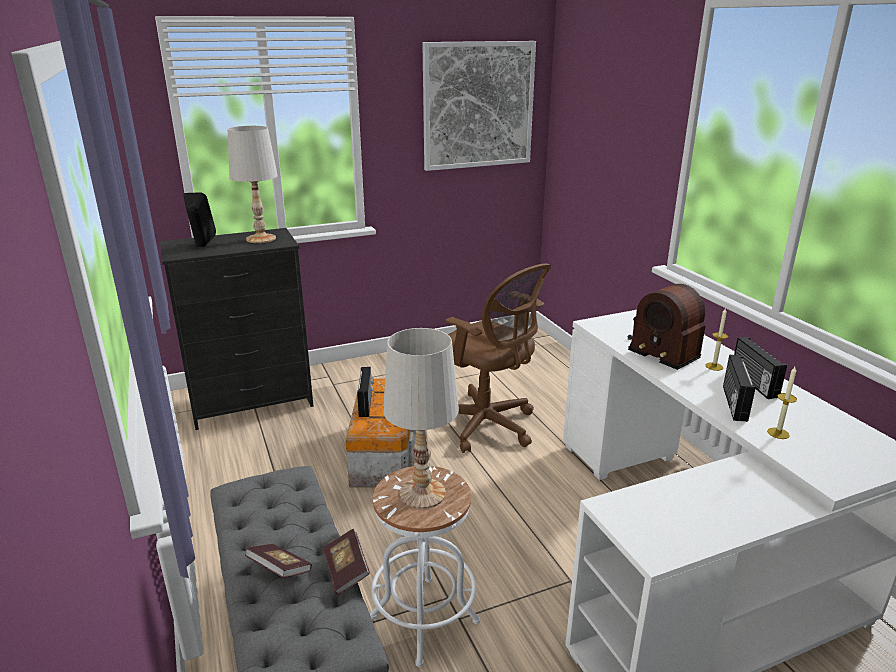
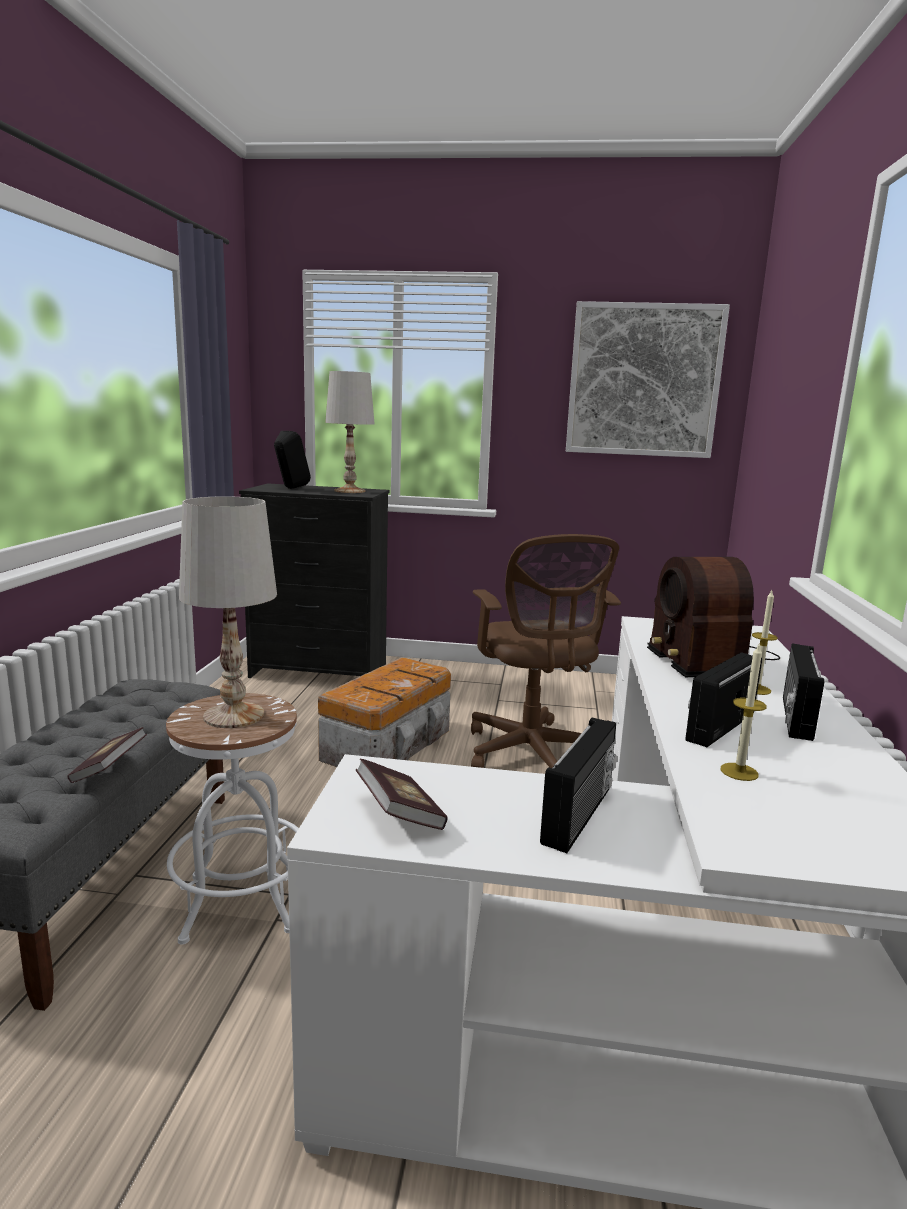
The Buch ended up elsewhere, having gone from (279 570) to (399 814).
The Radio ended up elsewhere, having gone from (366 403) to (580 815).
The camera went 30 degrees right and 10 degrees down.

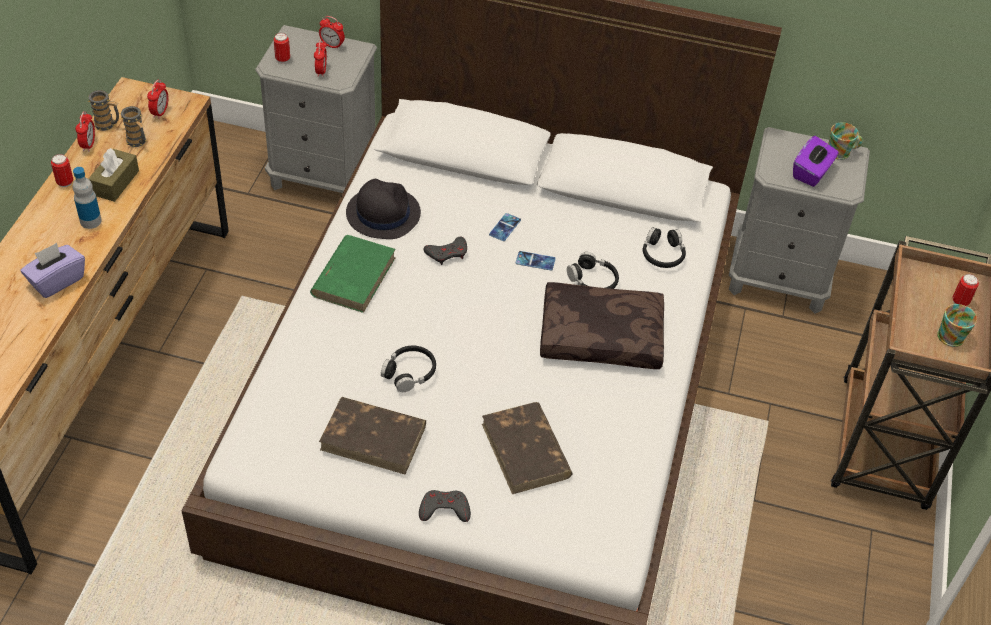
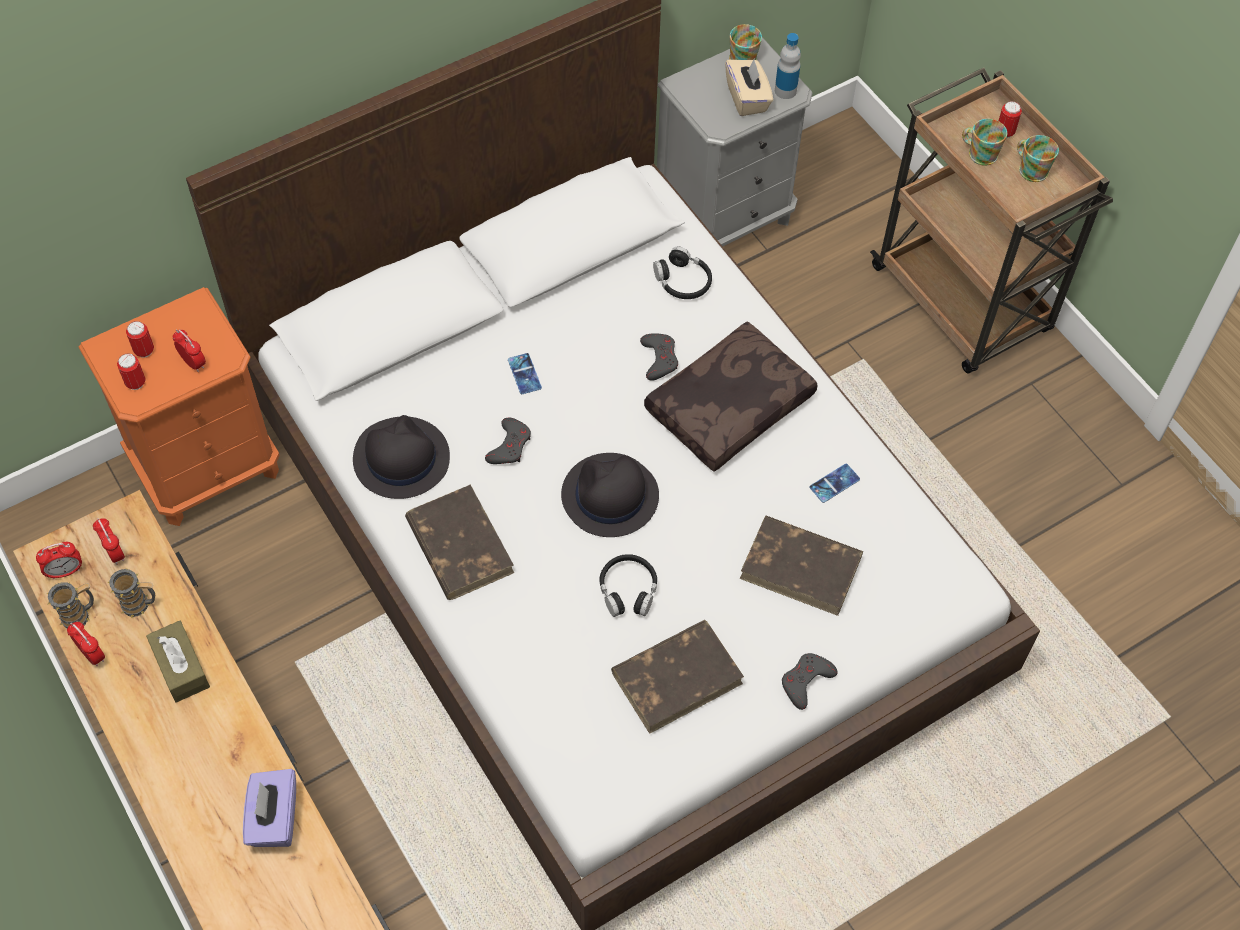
The second view gained the Hut/schwarz at (609 496).
The second view gained the Henkelbecher at (979 153).
The Dose ended up elsewhere, having gone from (65 182) to (144 351).
The Flasche ended up elsewhere, having gone from (90 221) to (785 90).
The Wecker ended up elsewhere, having gone from (332 45) to (65 571).
The Handy ended up elsewhere, having gone from (535 261) to (834 483).
Where the Kopfhörer/schwarz stood at (593 280), the Gamepad/grau came to stand at (659 359).
What was the Nachttisch/grau at (323 176) turned into the Nachttisch/orange at (207 467).
What was the Buch/grün at (354 276) turned into the Buch/braun at (459 545).
What was the Taschentuchbox/lila at (811 173) turned into the Taschentuchbox/beige at (747 98).
The camera went 45 degrees left and 10 degrees up.

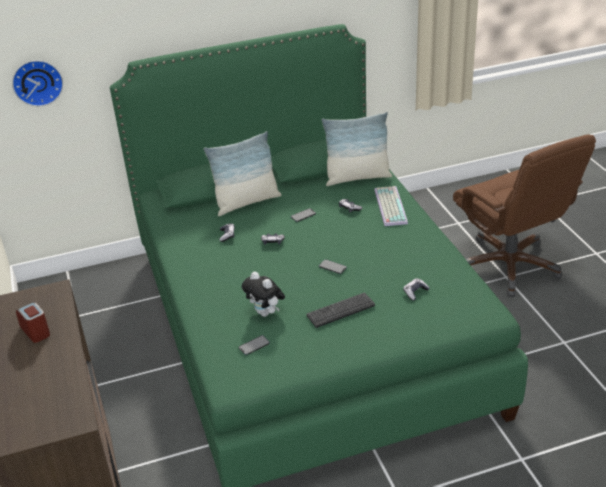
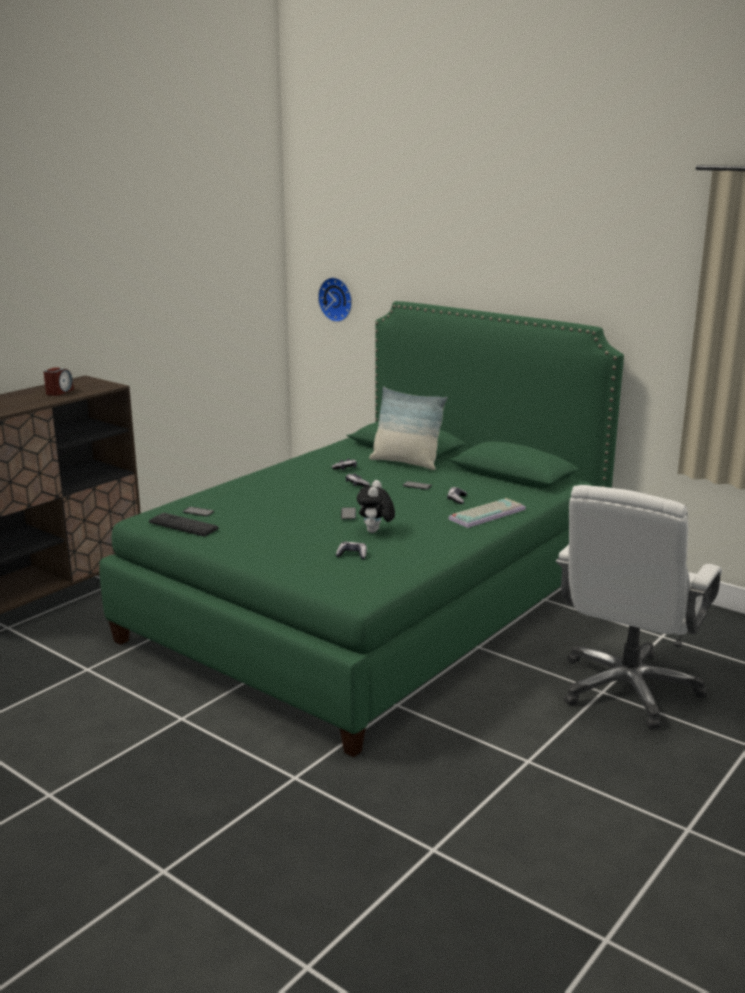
The second view lost the Kissen at (357 177).
The Plüschtier ended up elsewhere, having gone from (266 313) to (375 532).
The Tastatur ended up elsewhere, having gone from (340 310) to (183 525).
What was the Bürostuhl/braun at (510 265) turned into the Bürostuhl/weiß at (628 689).
The camera went 55 degrees right and 15 degrees down.

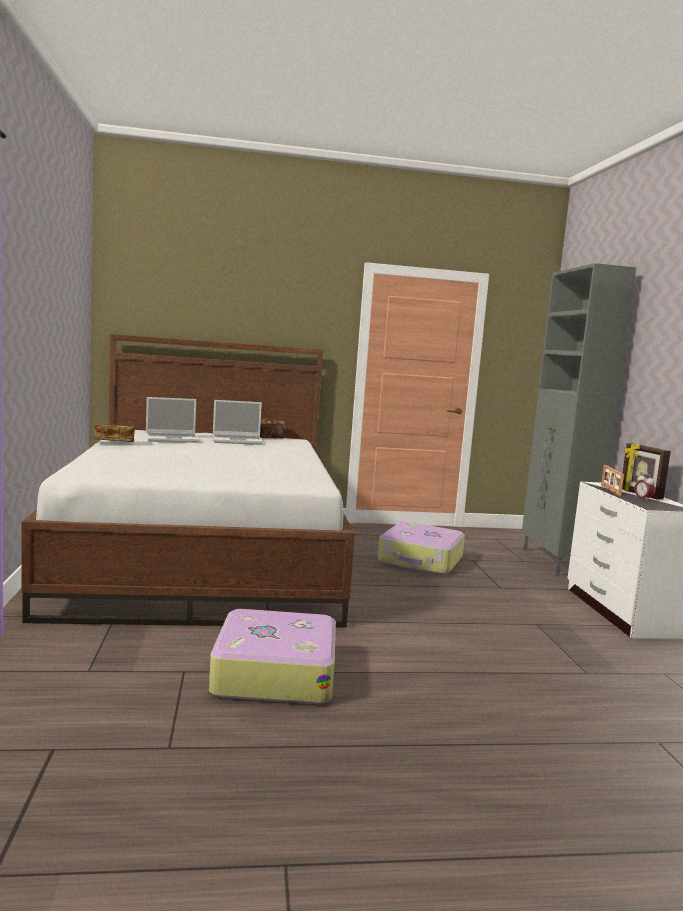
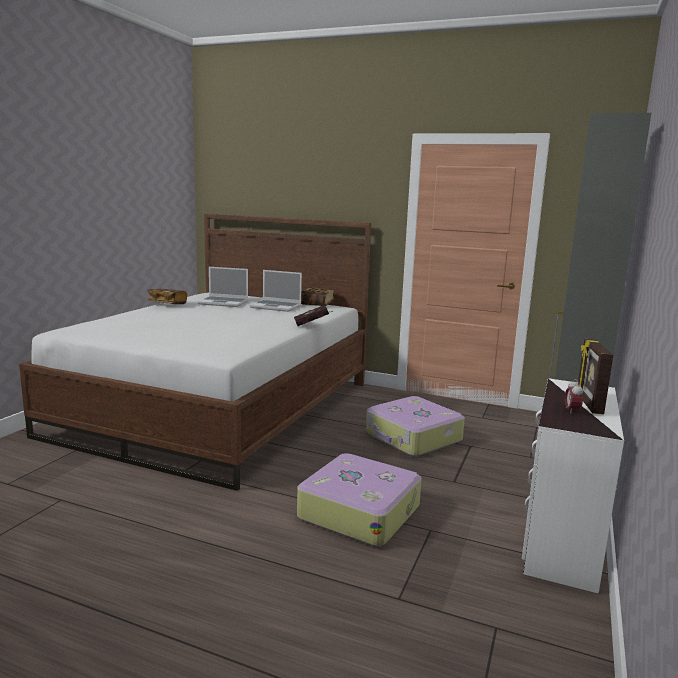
The second view lost the Bilderrahmen at (609 490).
The second view gained the Buch/rot at (312 325).
The Koffer ended up elsewhere, having gone from (274 673) to (359 511).
The camera went 30 degrees right and 5 degrees up.

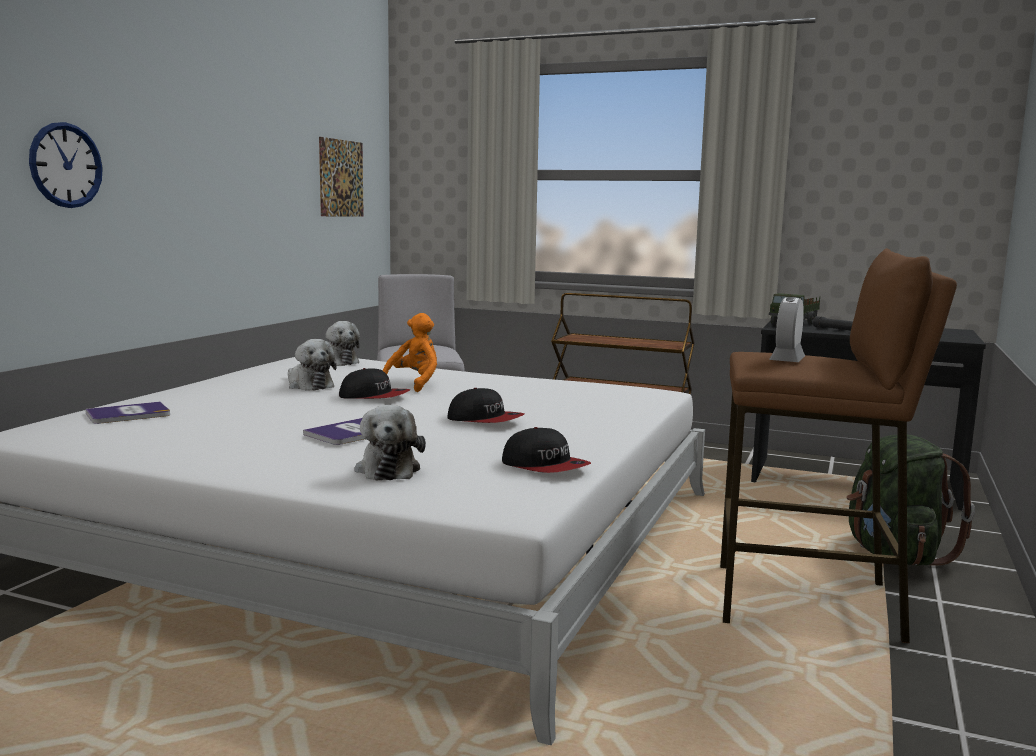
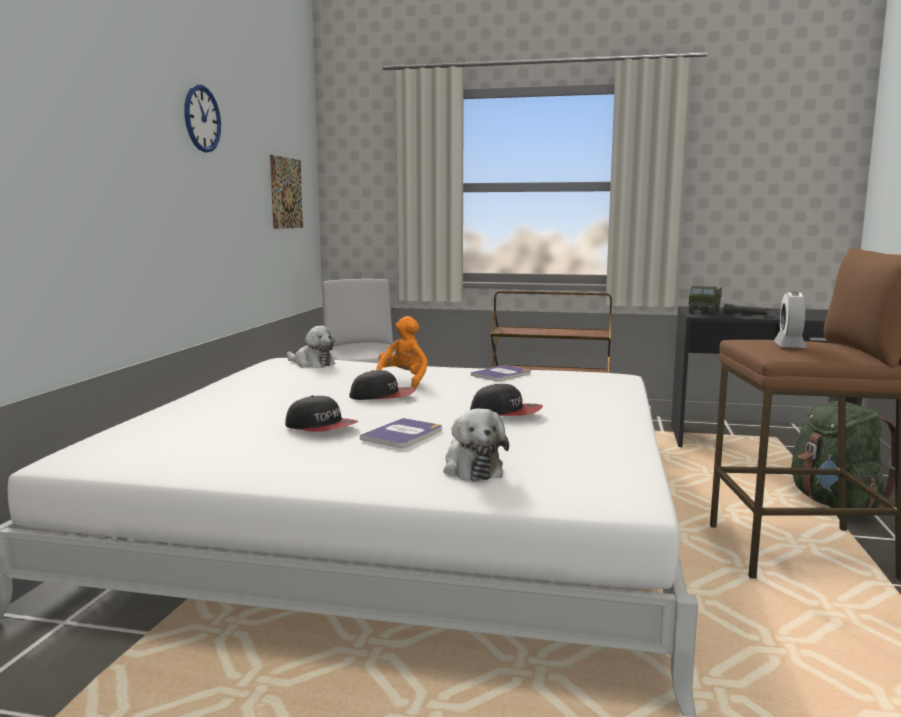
The second view lost the Plüschtier at (309 385).
The Wanduhr ended up elsewhere, having gone from (66 165) to (202 118).
The Buch ended up elsewhere, having gone from (128 414) to (501 374).
The Kappe ended up elsewhere, having gone from (545 466) to (321 427).
The camera went 10 degrees left and 0 degrees up.

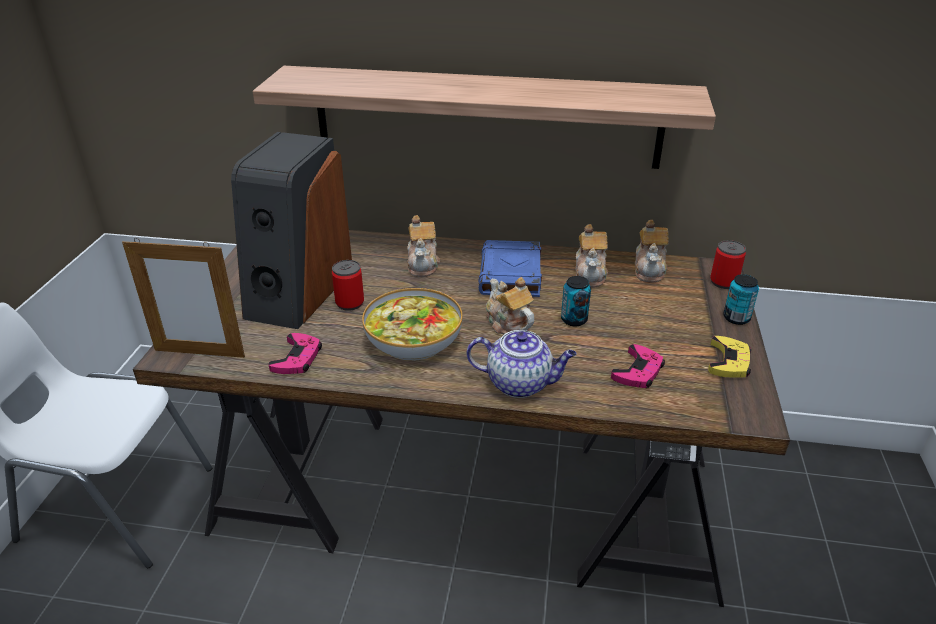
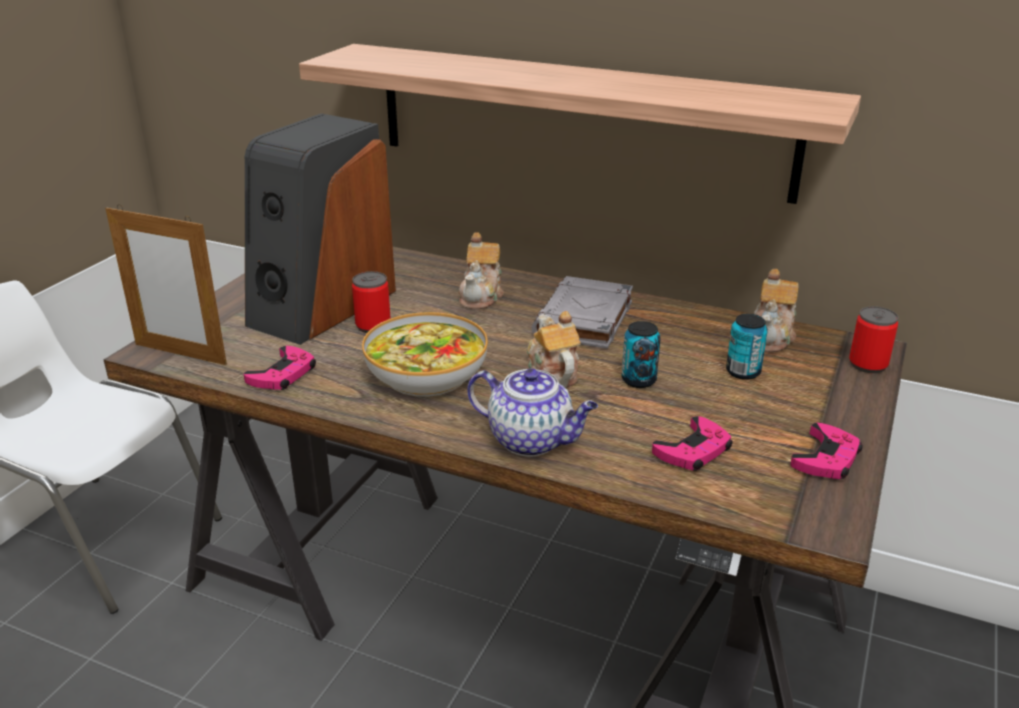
The second view lost the Teekanne at (590 274).
The Dose ended up elsewhere, having gone from (736 318) to (743 372).
What was the Buch/blau at (511 274) turned into the Buch/grau at (584 320).
What was the Gamepad/gelb at (729 362) turned into the Gamepad/rosa at (826 458).
The camera went 15 degrees right and 5 degrees down.

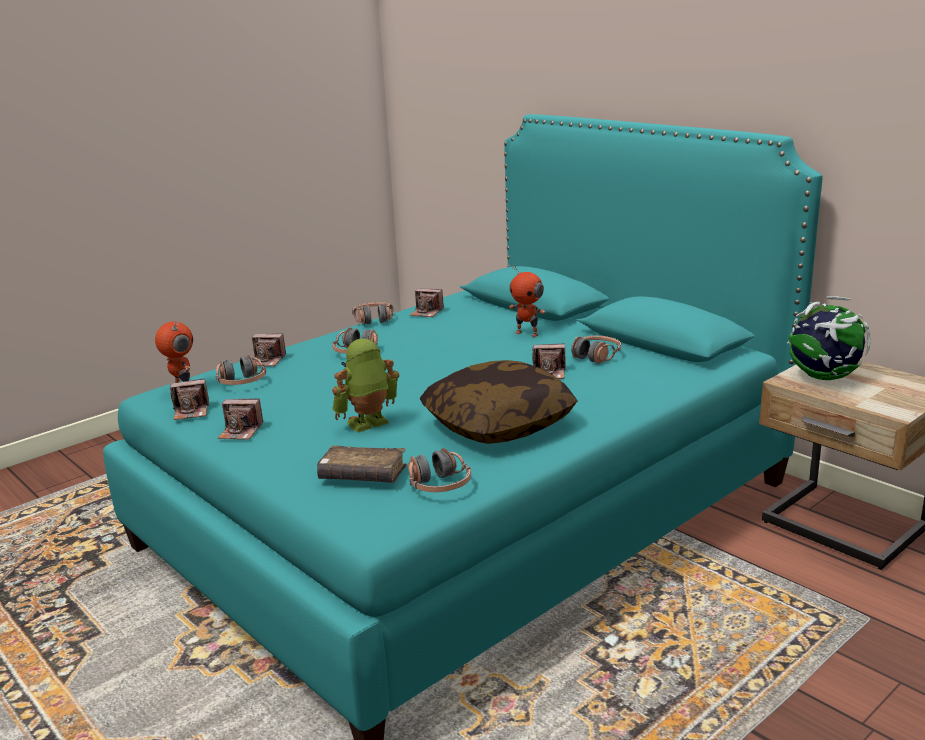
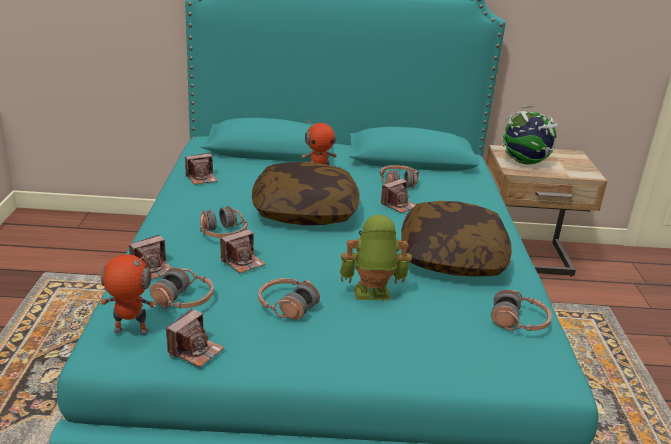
The second view lost the Buch/braun at (362 475).
The second view gained the Kissen at (305 211).
The Kamera ended up elsewhere, having gone from (240 432) to (243 262).
The Kopfhörer ended up elsewhere, having gone from (373 319) to (287 306).
The Spielzeugroboter at (368 424) ended up facing another way, 75 degrees clockwise from before.
The camera went 50 degrees left and 5 degrees up.

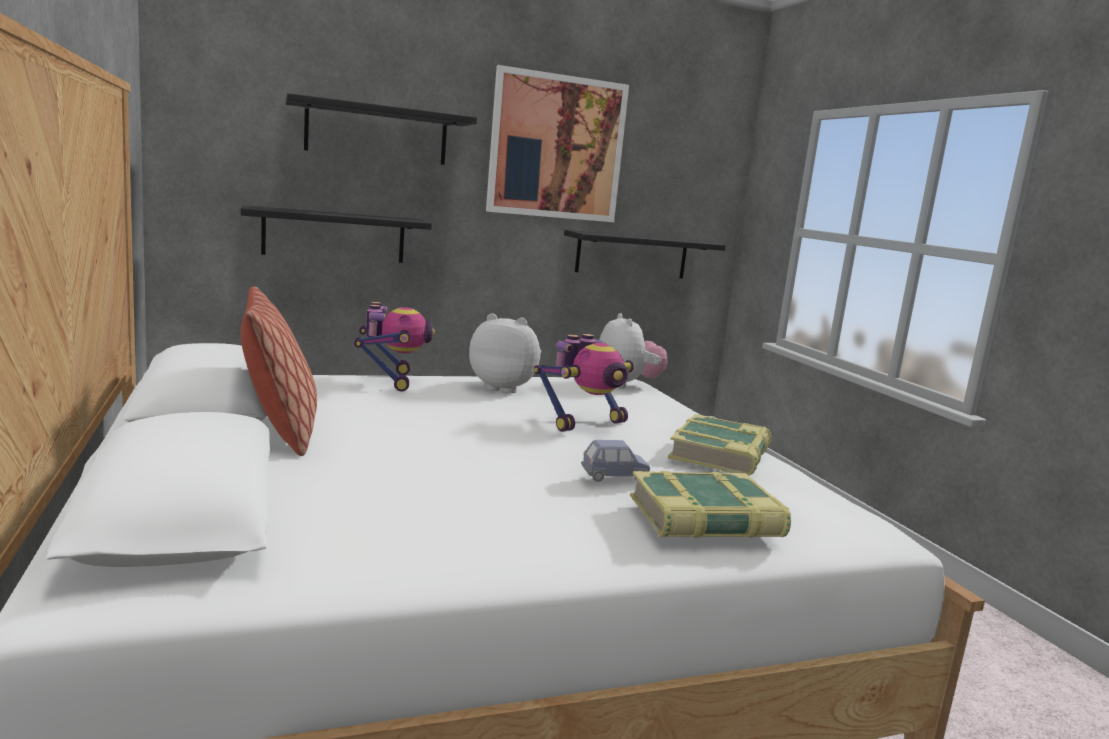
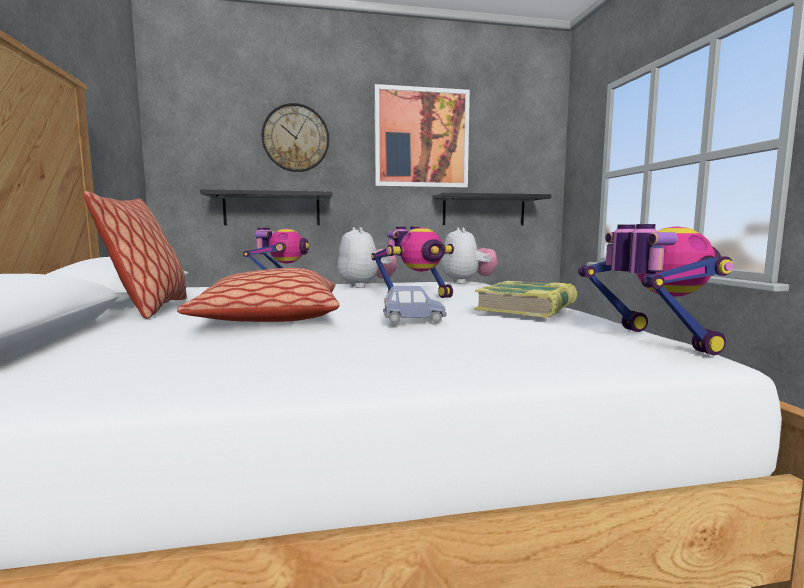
The second view lost the Buch at (705 519).
The second view gained the Kissen at (269 318).
The second view gained the Spielzeugroboter at (652 341).
Where the Wandregal/schwarz hung at (377 133), the Wanduhr came to hang at (295 138).
The Plüschtier at (504 388) ended up facing another way, 45 degrees clockwise from before.
The camera went 10 degrees right and 5 degrees down.

